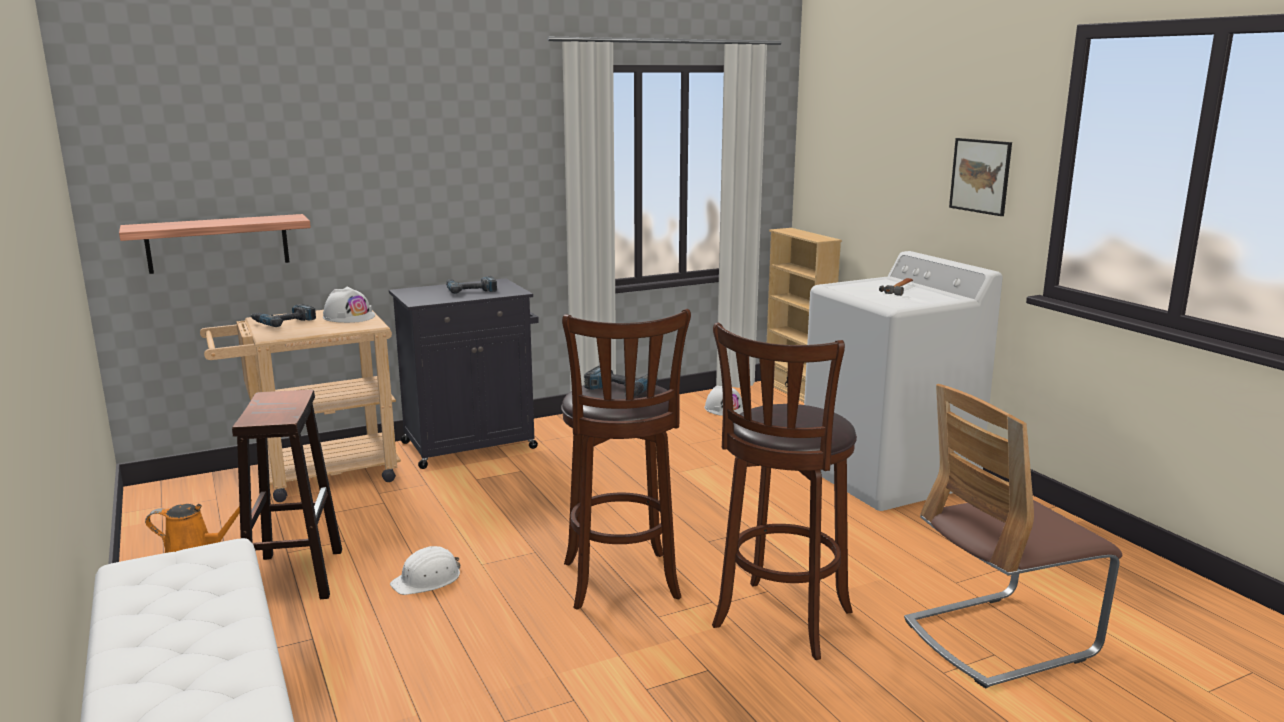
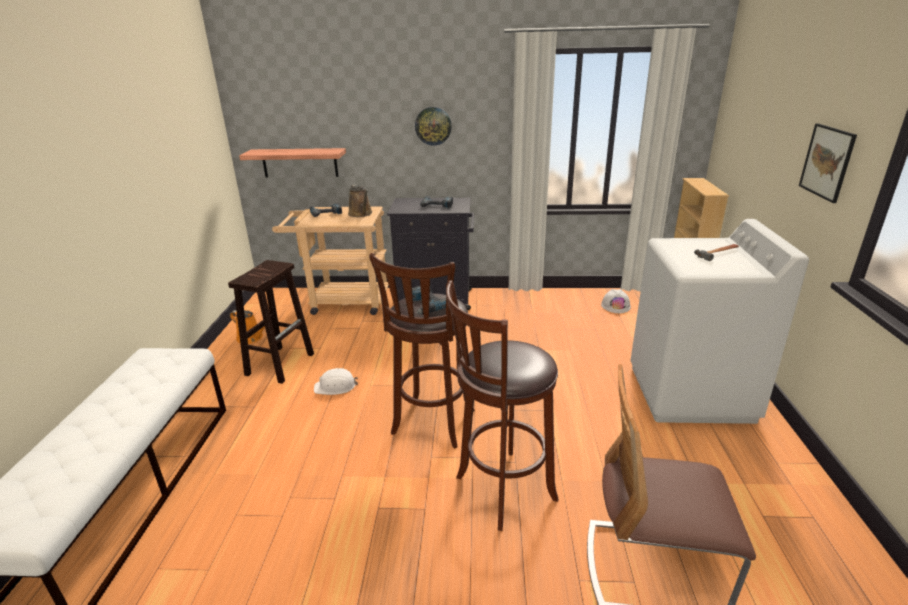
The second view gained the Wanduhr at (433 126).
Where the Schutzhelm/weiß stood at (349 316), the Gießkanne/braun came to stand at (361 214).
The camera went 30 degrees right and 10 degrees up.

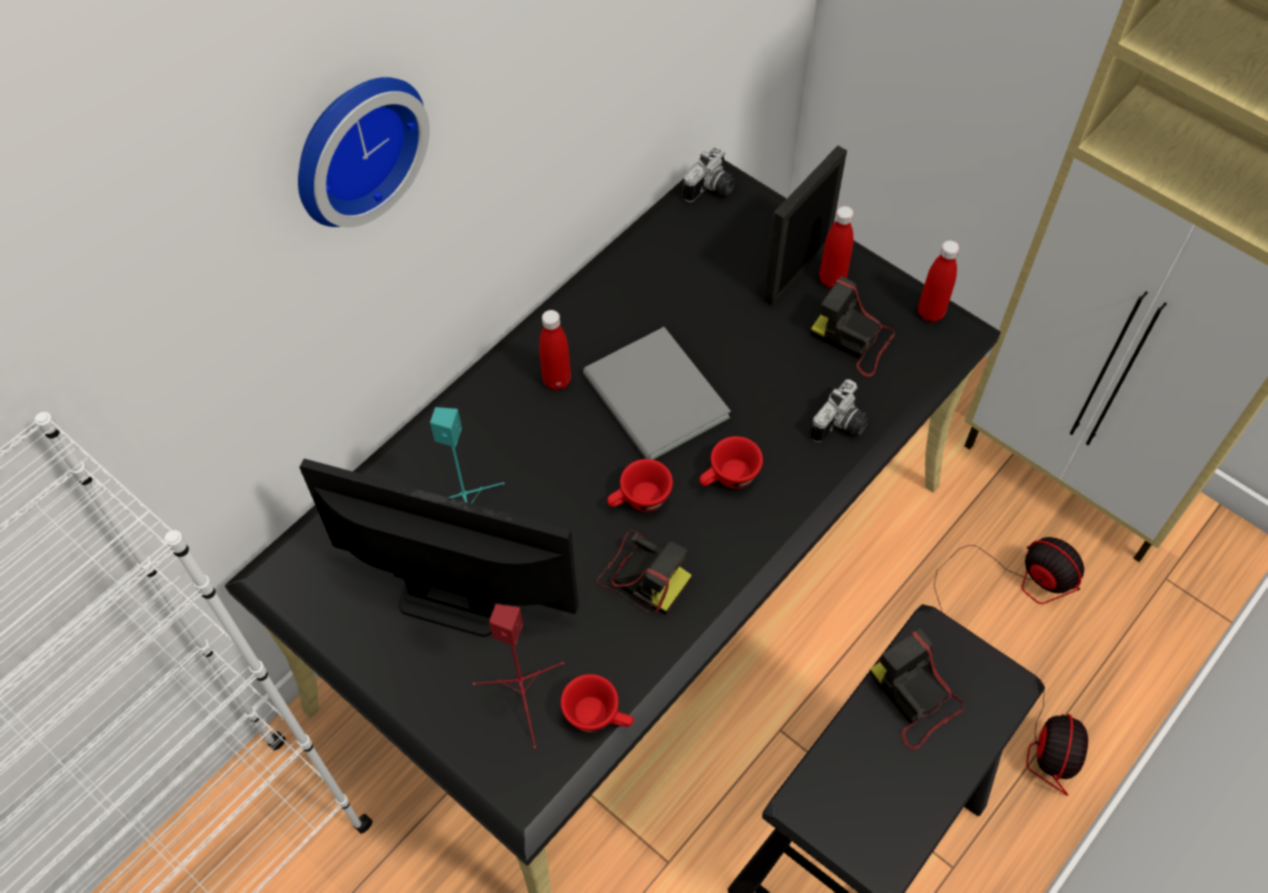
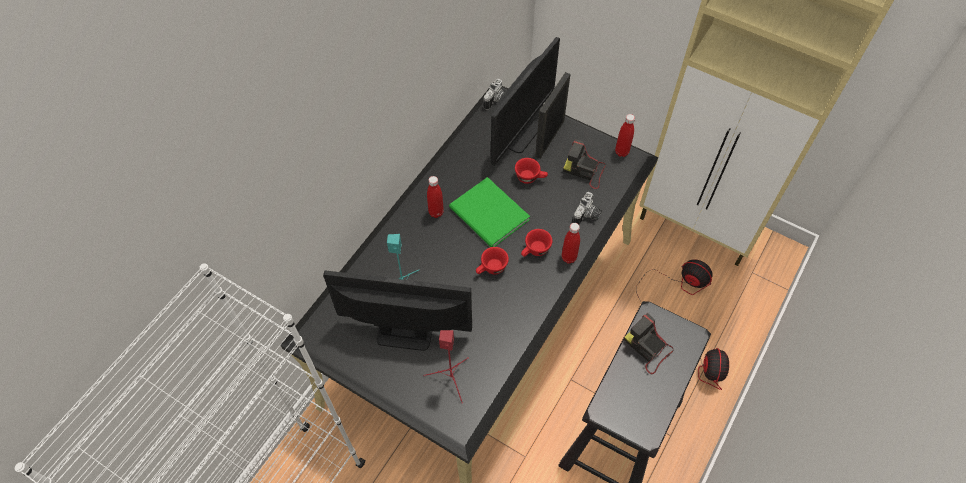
The second view lost the Wanduhr at (353 146).
The second view lost the Kamera at (642 575).
The second view gained the Monitor at (519 133).
The Tasse/rot ended up elsewhere, having gone from (599 716) to (530 177).
The Flasche/rot ended up elsewhere, having gone from (832 280) to (569 257).
What was the Buch/grau at (655 400) turned into the Buch/grün at (489 216).
The camera went 10 degrees left and 0 degrees up.

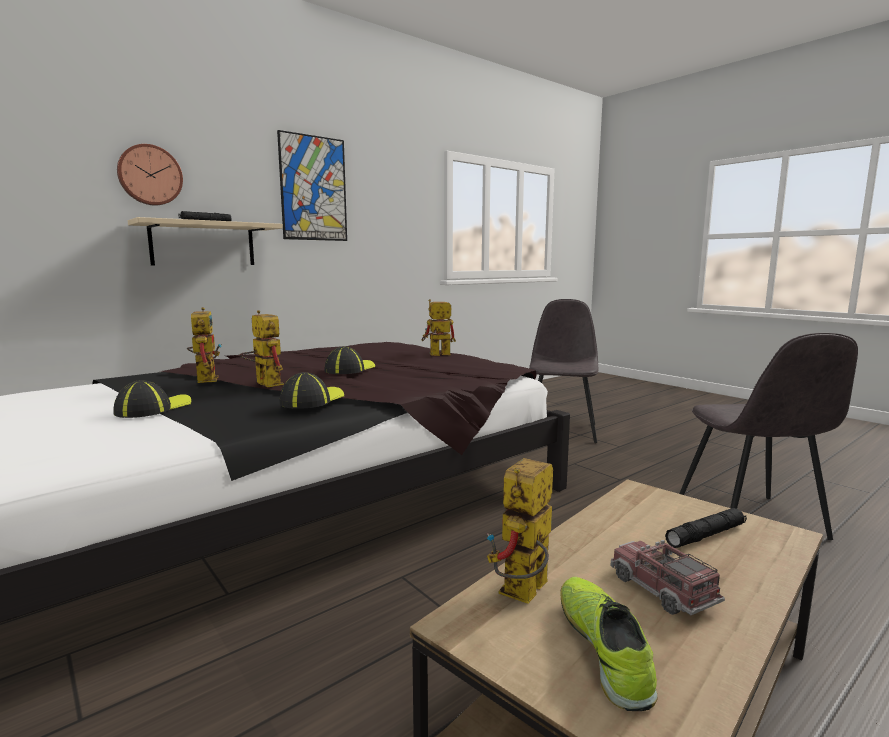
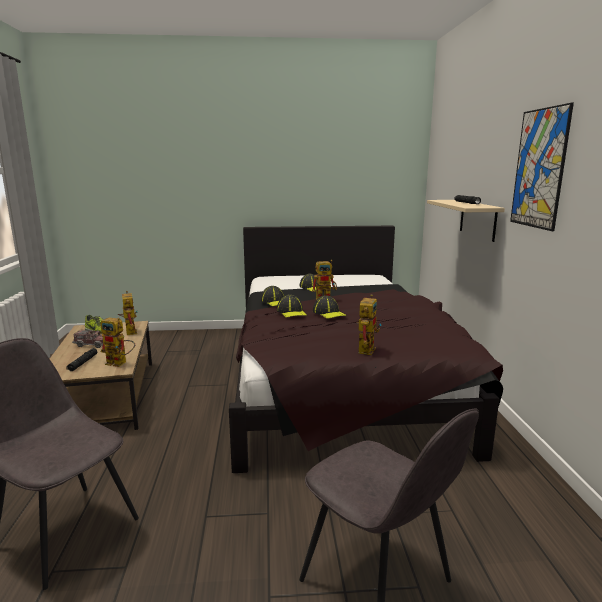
The second view lost the Wanduhr at (150 175).
The second view gained the Kappe at (292 312).
The Spielzeugroboter ended up elsewhere, having gone from (205 378) to (120 363).
The camera went 125 degrees right and 5 degrees up.

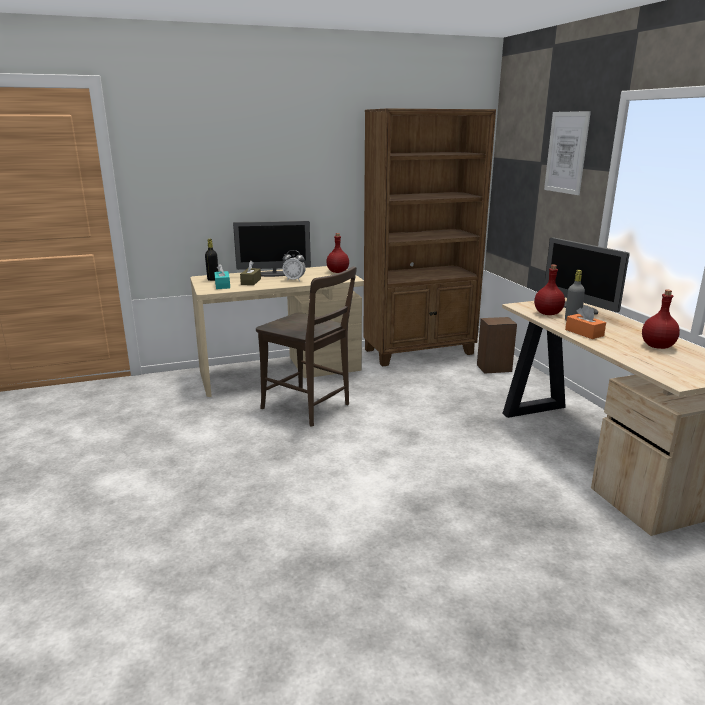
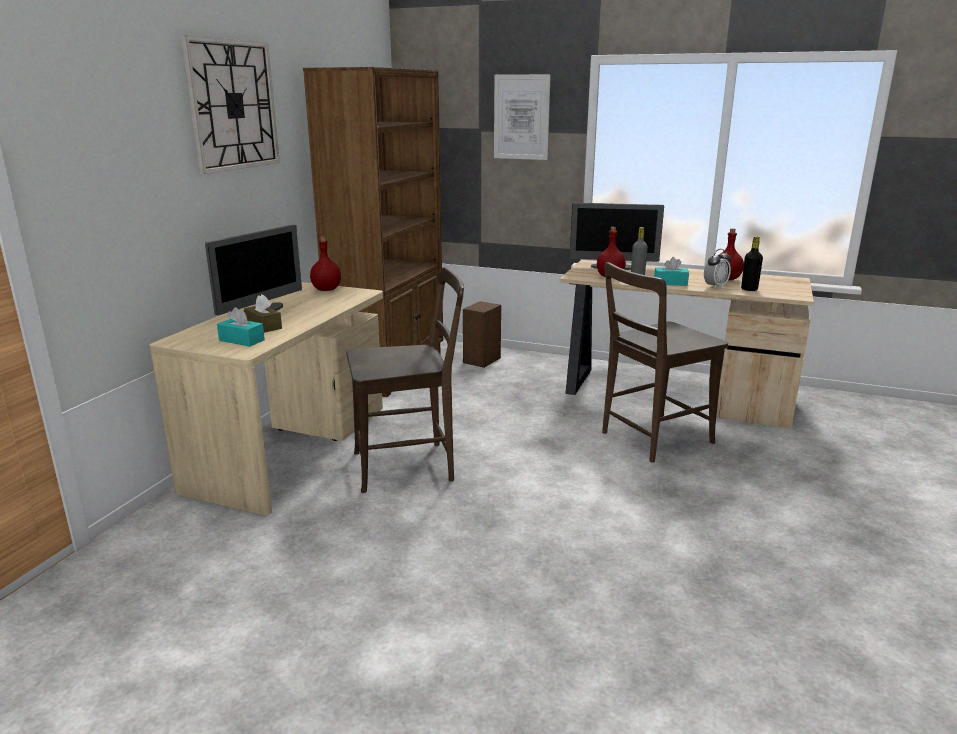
The second view gained the Wanduhr at (233 105).
The second view gained the Stuhl/braun at (652 439).
The Flasche/schwarz ended up elsewhere, having gone from (213 279) to (749 289).
The Wecker ended up elsewhere, having gone from (294 280) to (715 286).
What was the Taschentuchbox/orange at (584 333) turned into the Taschentuchbox/türkis at (670 283).
The camera went 50 degrees left and 0 degrees up.

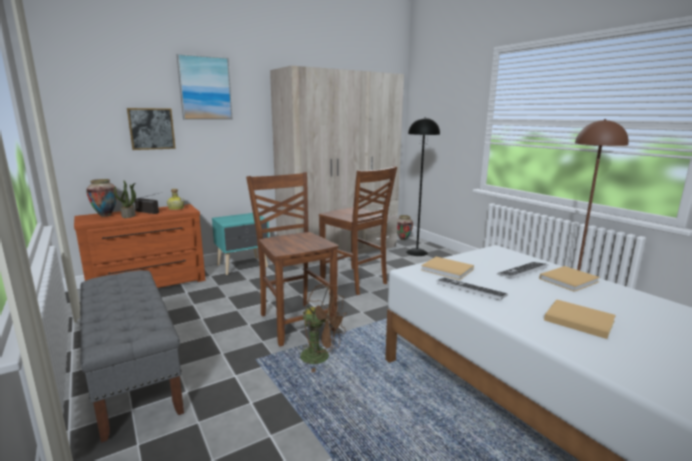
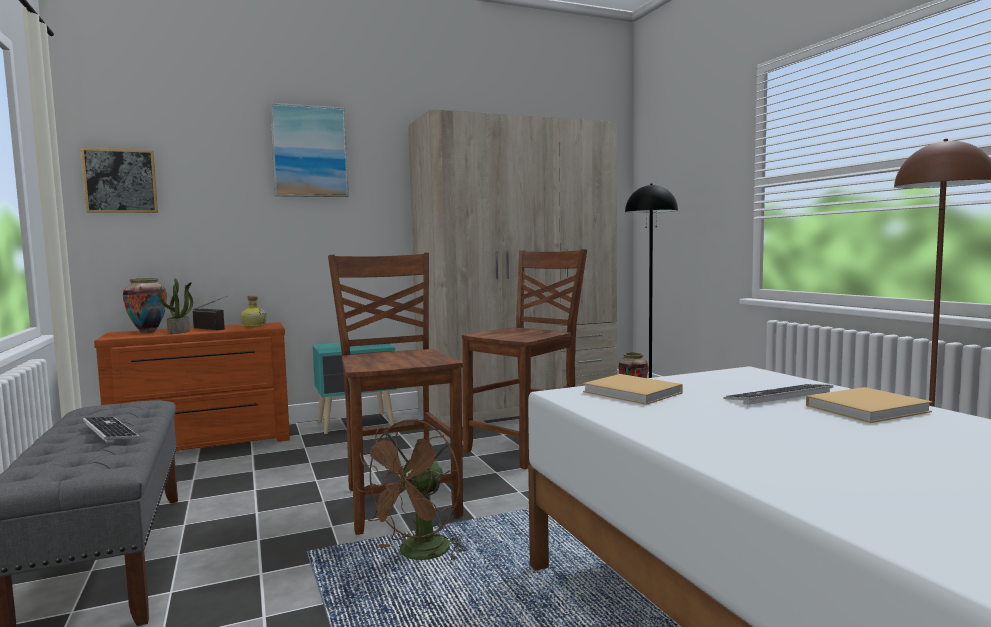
The second view lost the Buch/beige at (576 320).
The Bild ended up elsewhere, having gone from (151 129) to (120 181).
The Tastatur ended up elsewhere, having gone from (470 289) to (110 431).
The Ventilator/braun at (321 357) ended up facing another way, 90 degrees clockwise from before.
The Stuhl/braun at (355 281) ended up facing another way, 105 degrees counterclockwise from before.
The camera went 10 degrees right and 10 degrees down.

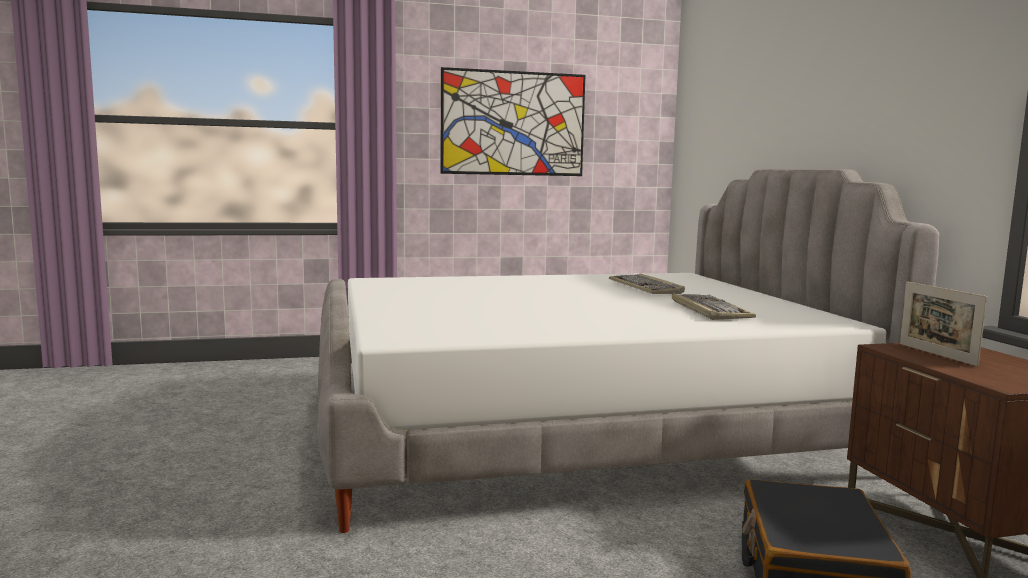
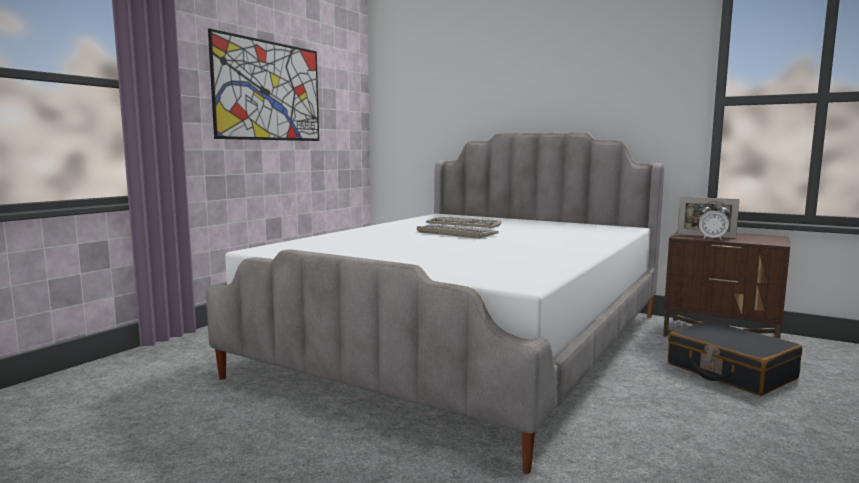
The second view gained the Wecker at (712 239).
The Tastatur ended up elsewhere, having gone from (709 310) to (455 234).
The camera went 45 degrees left and 0 degrees up.

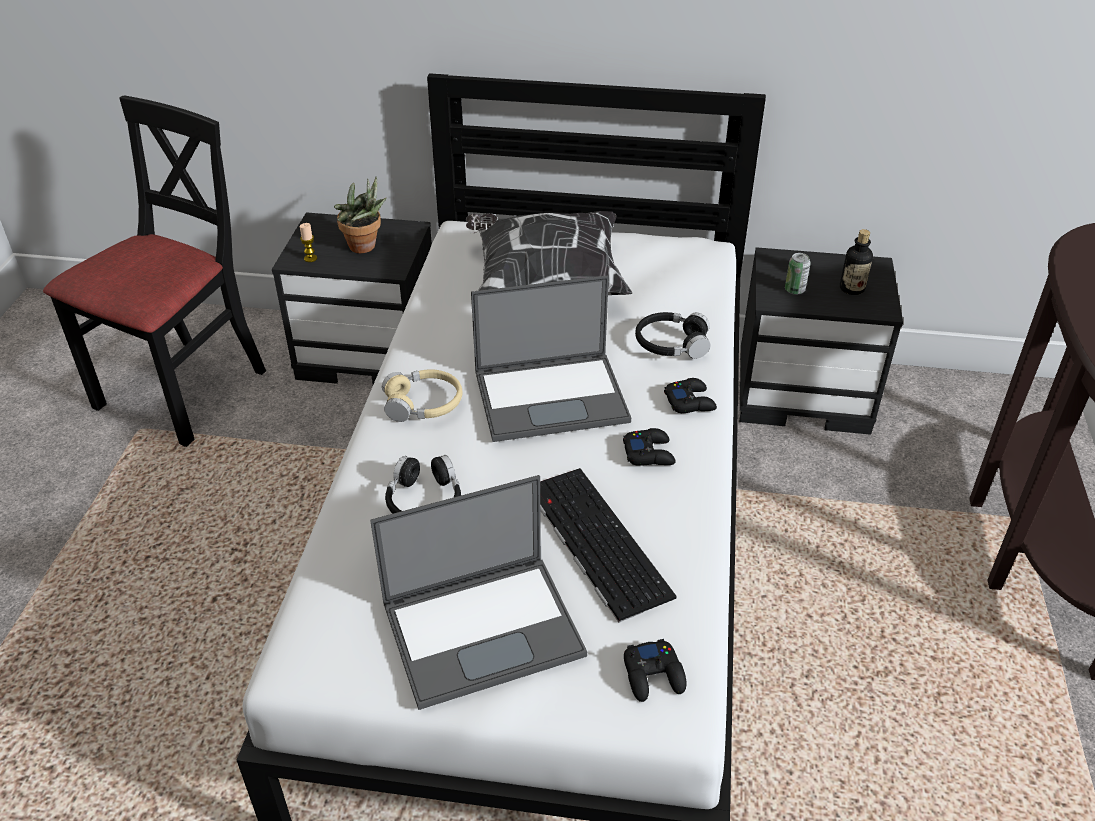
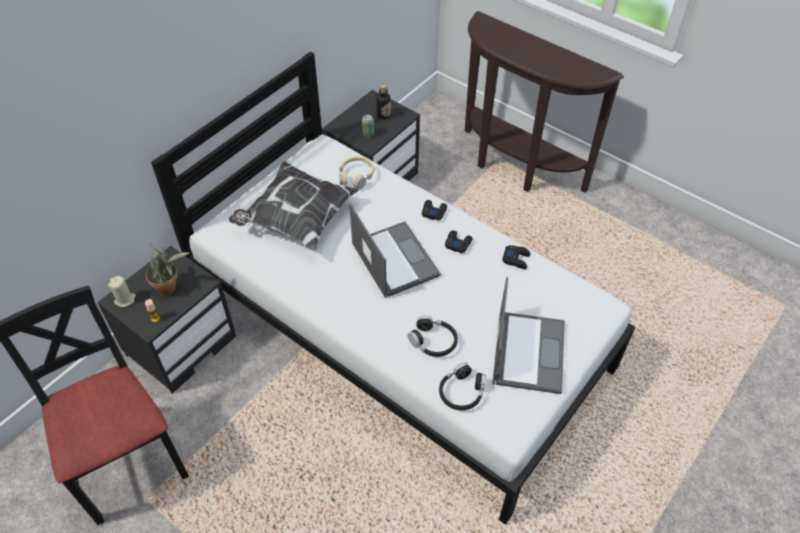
The second view lost the Tastatur at (594 540).
The second view gained the Kerze/beige at (125 299).
The Kopfhörer/beige ended up elsewhere, having gone from (423 404) to (356 176).
The Gamepad/schwarz ended up elsewhere, having gone from (653 675) to (516 259).
The Kopfhörer/schwarz ended up elsewhere, having gone from (671 344) to (462 392).
The Laptop at (553 396) ended up facing another way, 45 degrees counterclockwise from before.
The camera went 60 degrees left and 10 degrees up.

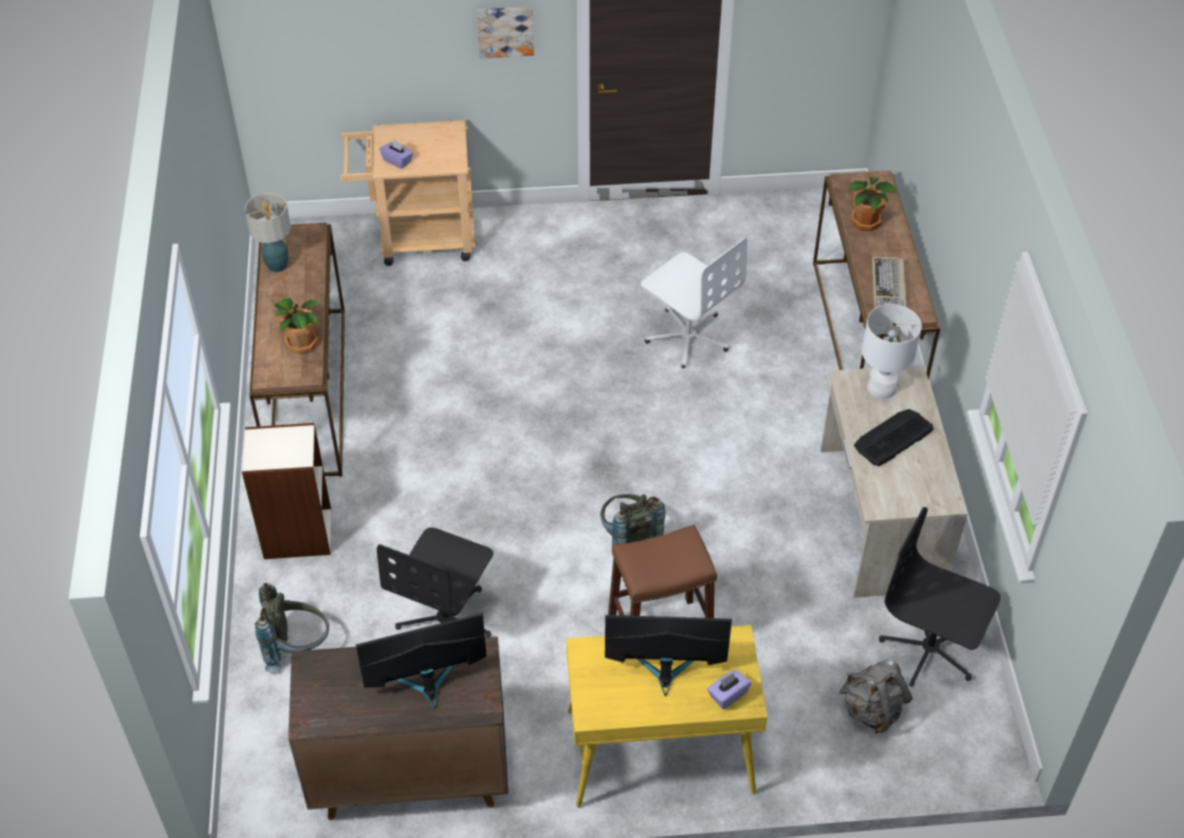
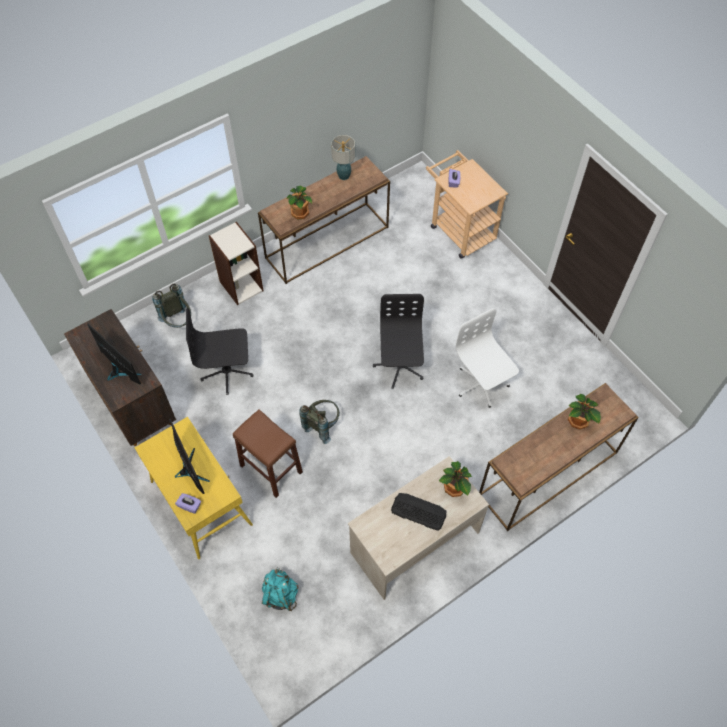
The second view lost the Bild at (505 30).
The second view lost the Tastatur at (889 288).
The Bürostuhl/schwarz ended up elsewhere, having gone from (929 649) to (399 366).
Where the Tischlampe/weiß stood at (881 387), the Topfpflanze came to stand at (454 488).
What was the Rucksack/grau at (872 710) turned into the Rucksack/türkis at (280 594).
The Bürostuhl/weiß at (688 336) ended up facing another way, 135 degrees clockwise from before.
The camera went 60 degrees right and 10 degrees up.

